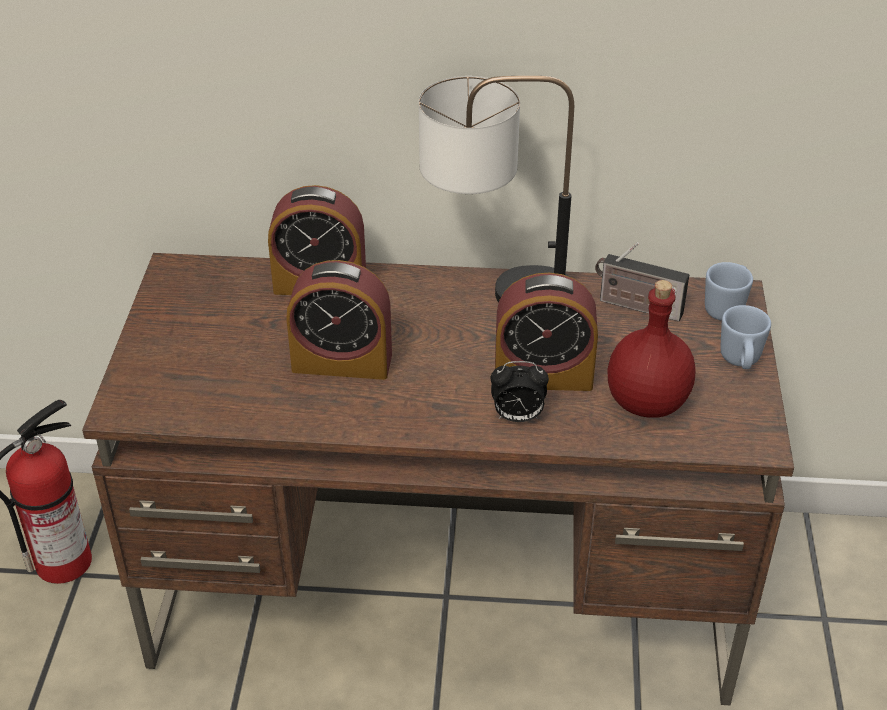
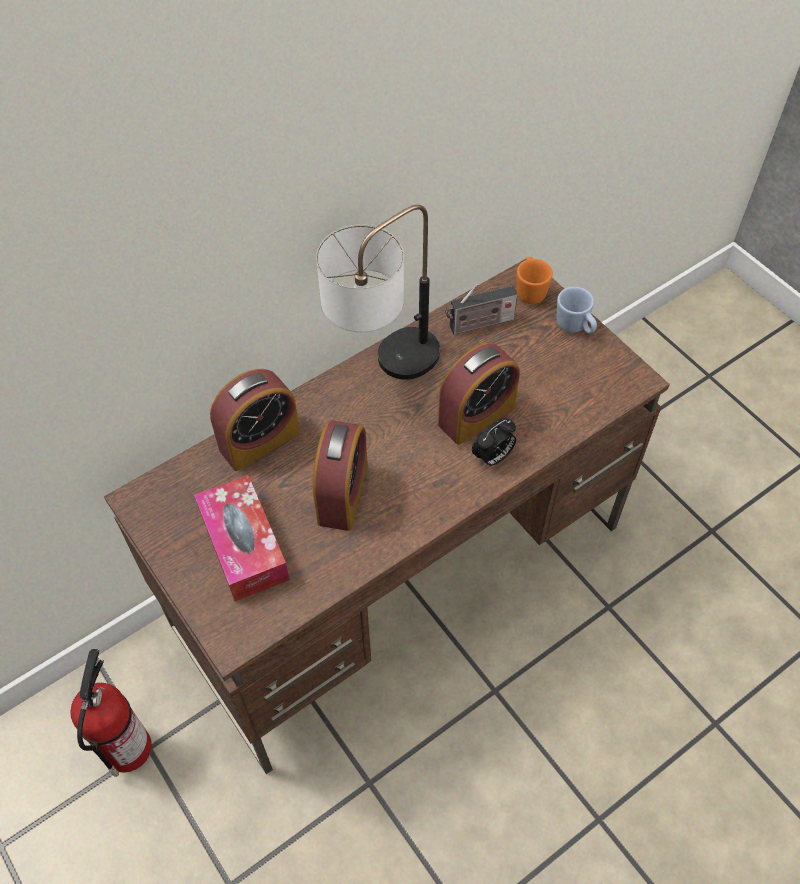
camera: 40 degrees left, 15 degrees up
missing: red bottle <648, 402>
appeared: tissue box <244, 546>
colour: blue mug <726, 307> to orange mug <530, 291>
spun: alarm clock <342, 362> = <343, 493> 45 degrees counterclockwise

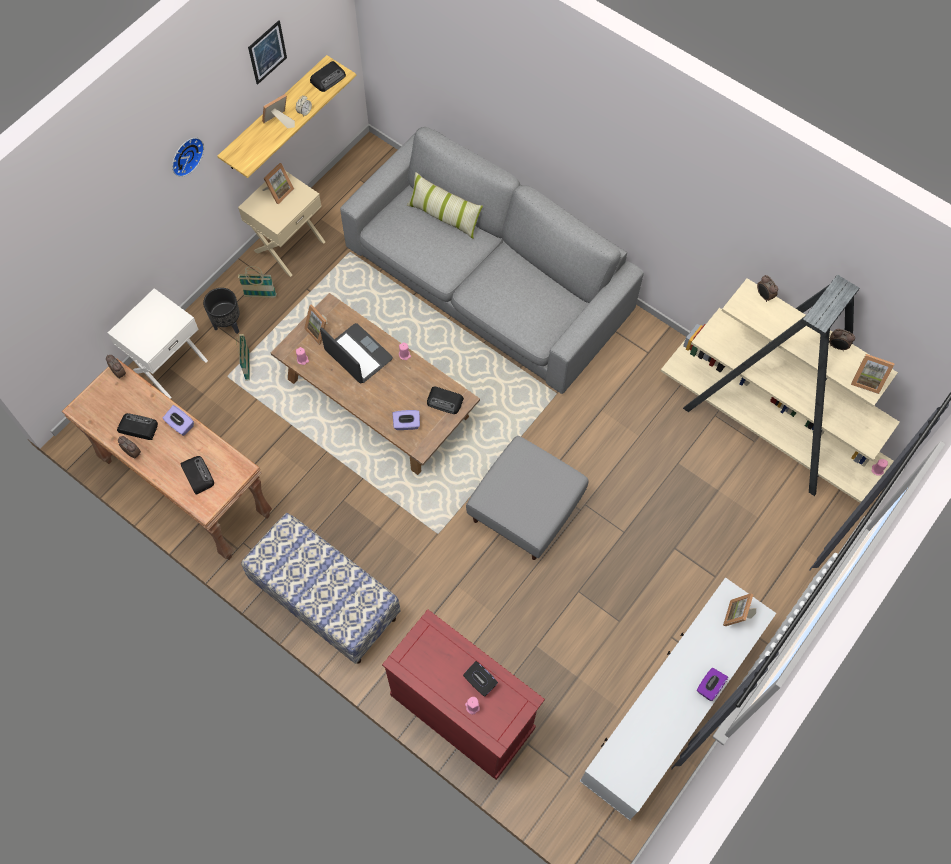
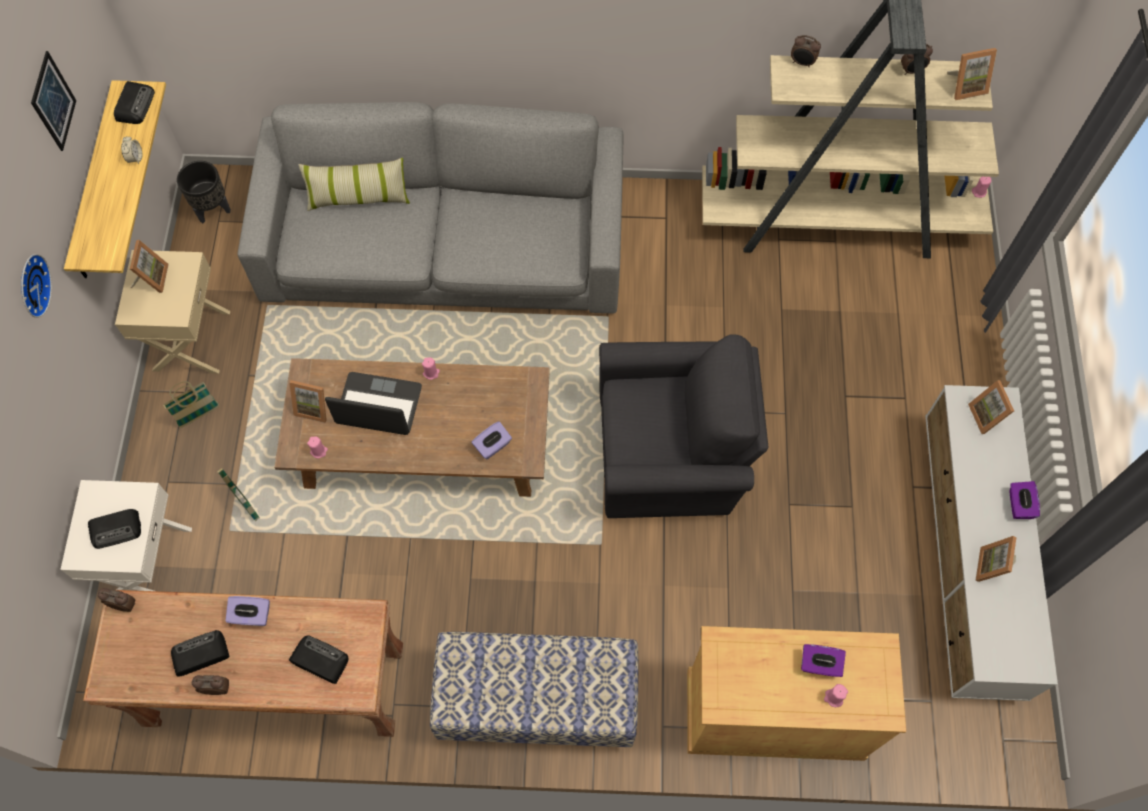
camera: 35 degrees left, 0 degrees up
relocated: black planter <228, 324> to <213, 210>; picture frame <279, 122> to <992, 567>; radio <445, 401> to <117, 529>
exchanged: grey ottoman <525, 510> to grey armchair <671, 457>
colour: red cabinet <462, 711> to beige cabinet <774, 713>; black tissue box <480, 682> to purple tissue box <819, 664>

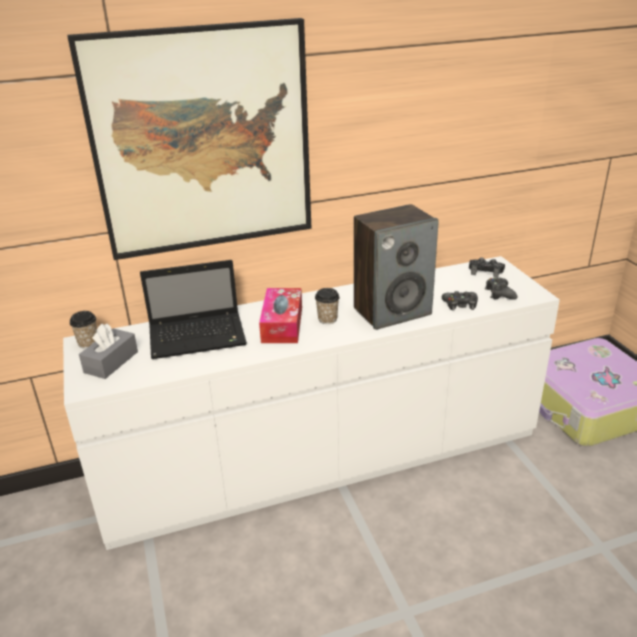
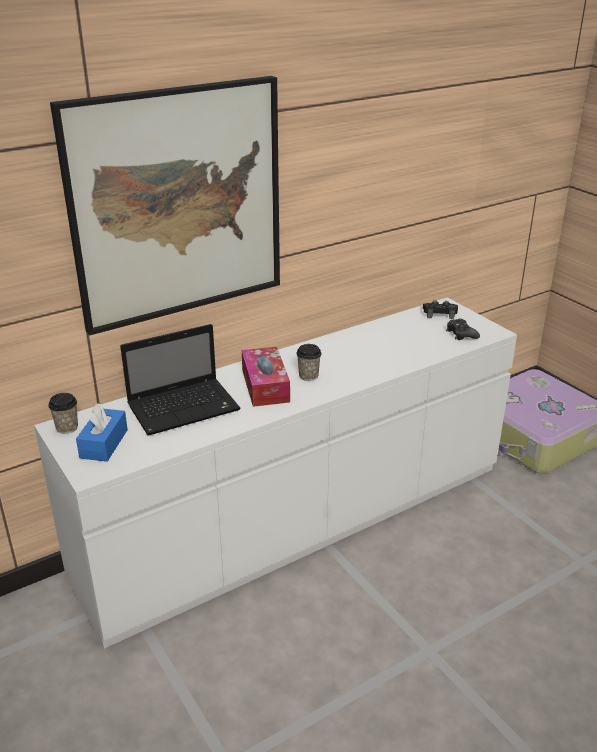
camera: 15 degrees left, 0 degrees up
missing: speaker <392, 311>; black game controller <460, 305>
colour: grey tissue box <111, 362> to blue tissue box <104, 444>

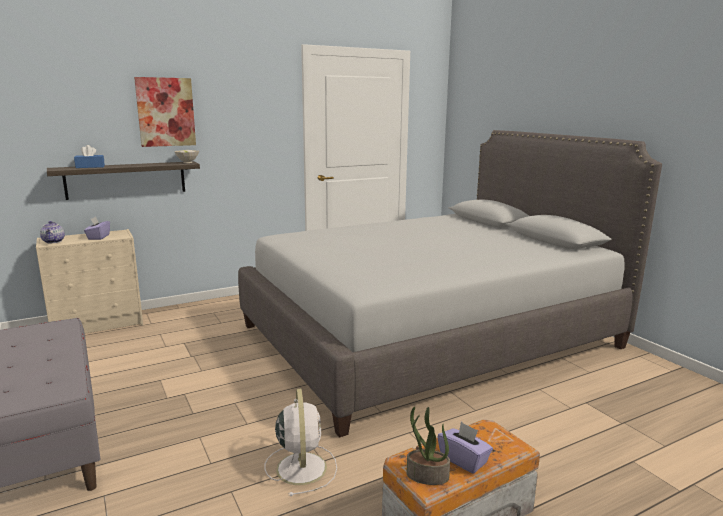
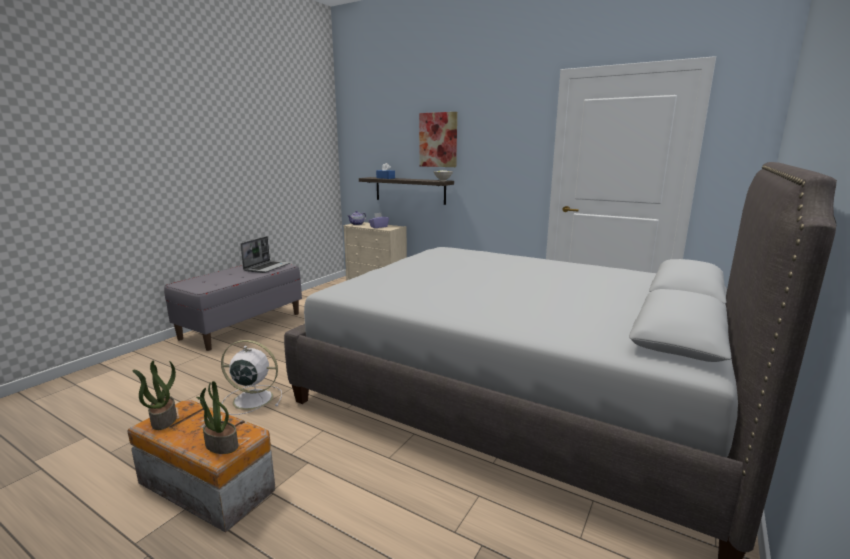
camera: 60 degrees right, 0 degrees up
missing: purple tissue box <464, 460>
appeared: potted plant <220, 445>; laptop <267, 267>
spun: white fan <301, 467> = <251, 399> 135 degrees counterclockwise

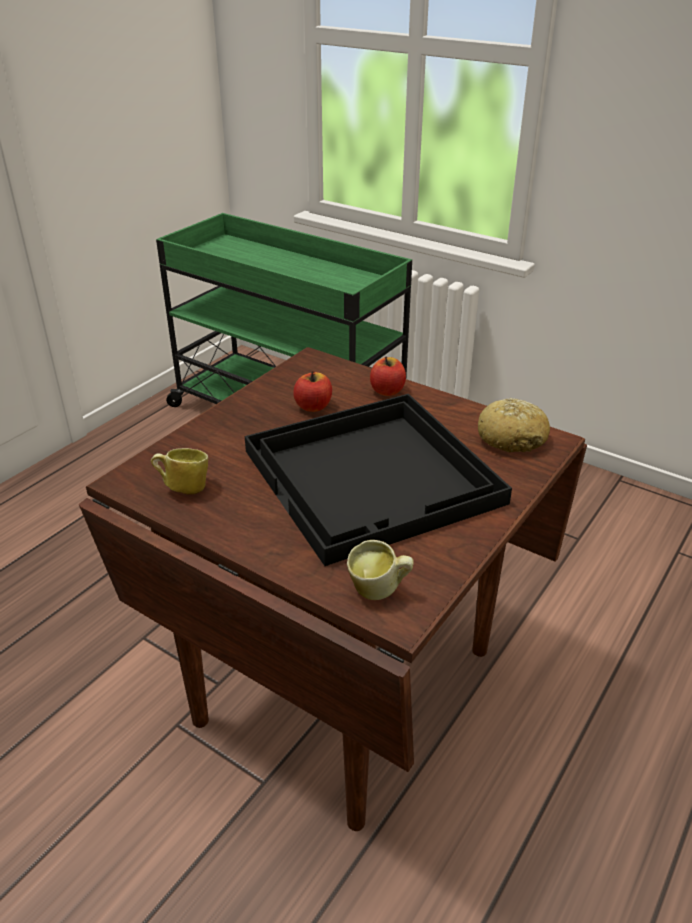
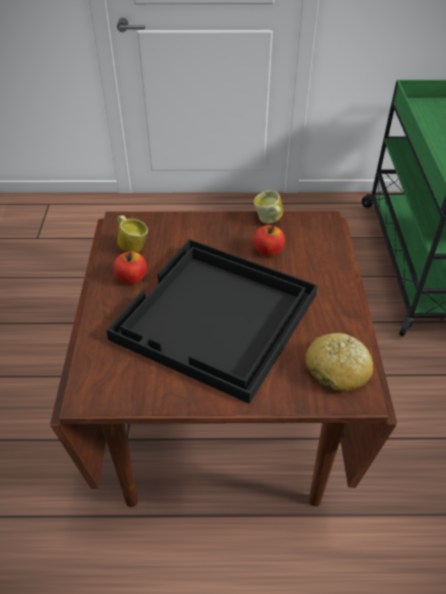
camera: 55 degrees right, 10 degrees up
relocated: mug <379, 592> to <268, 221>; apple <387, 391> to <131, 278>

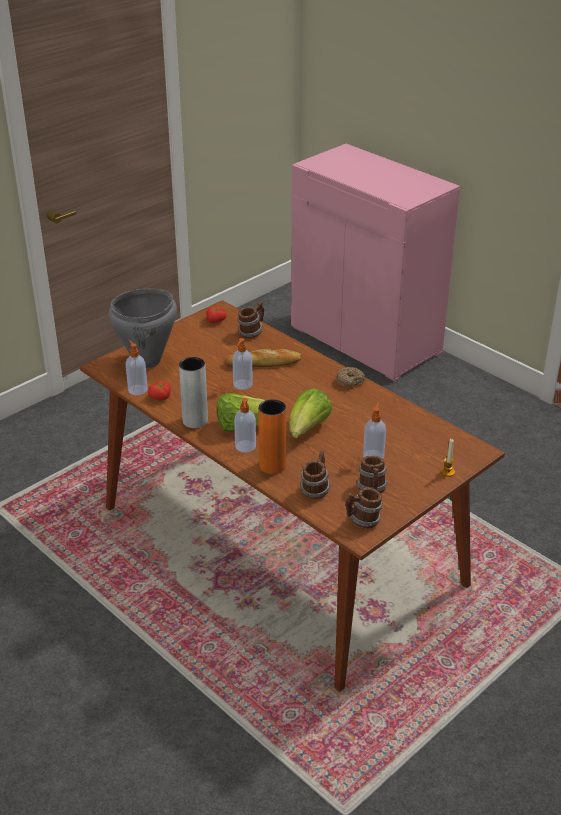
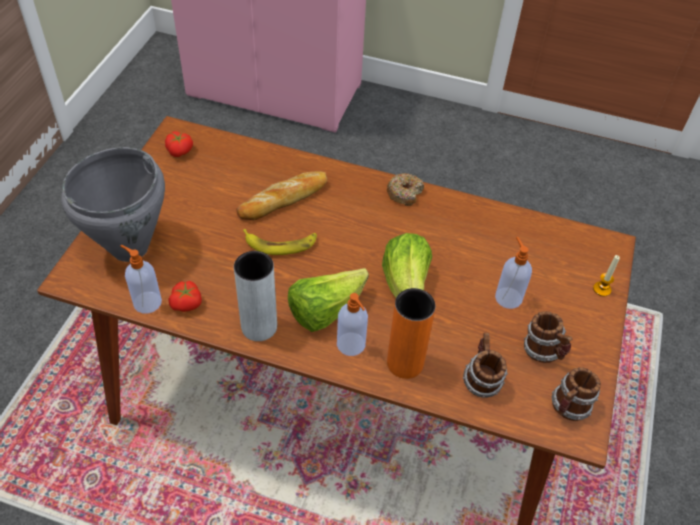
camera: 30 degrees left, 15 degrees up
missing: mug <251, 332>
exchanged: soap dispenser <242, 385> to banana <281, 243>

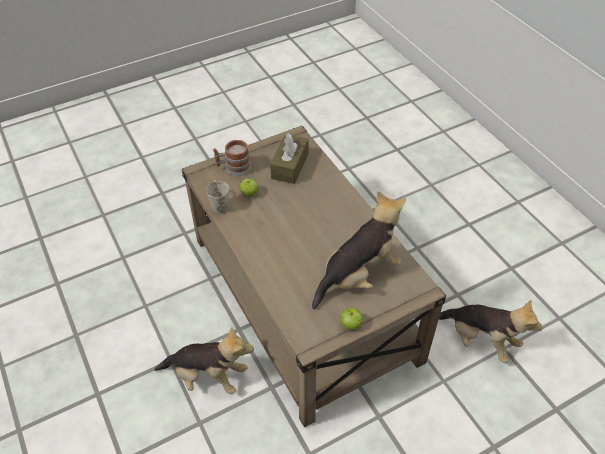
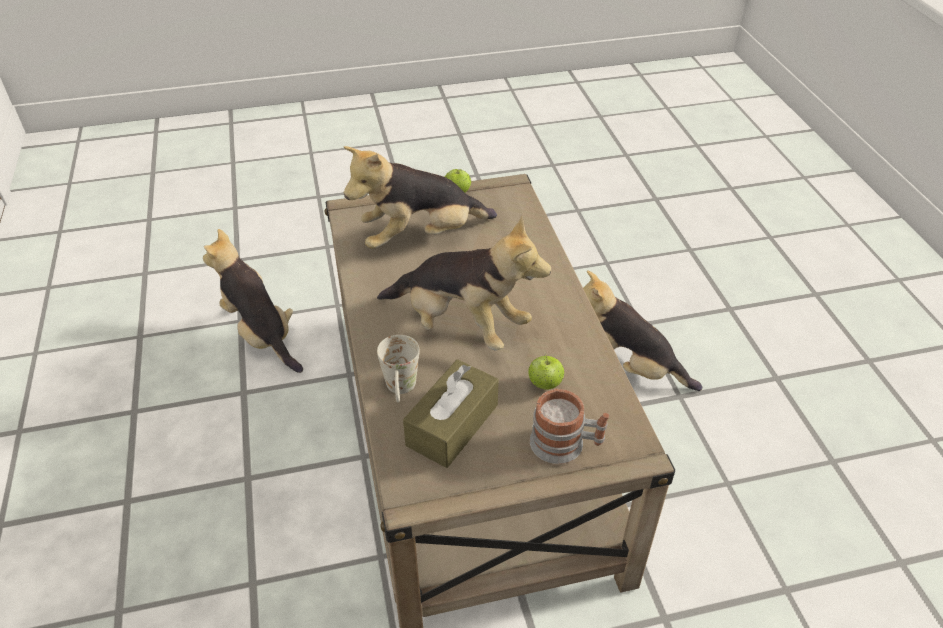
camera: 165 degrees left, 5 degrees down
appeared: plush toy <461, 325>
relocated: white mug <219, 203> to <401, 391>

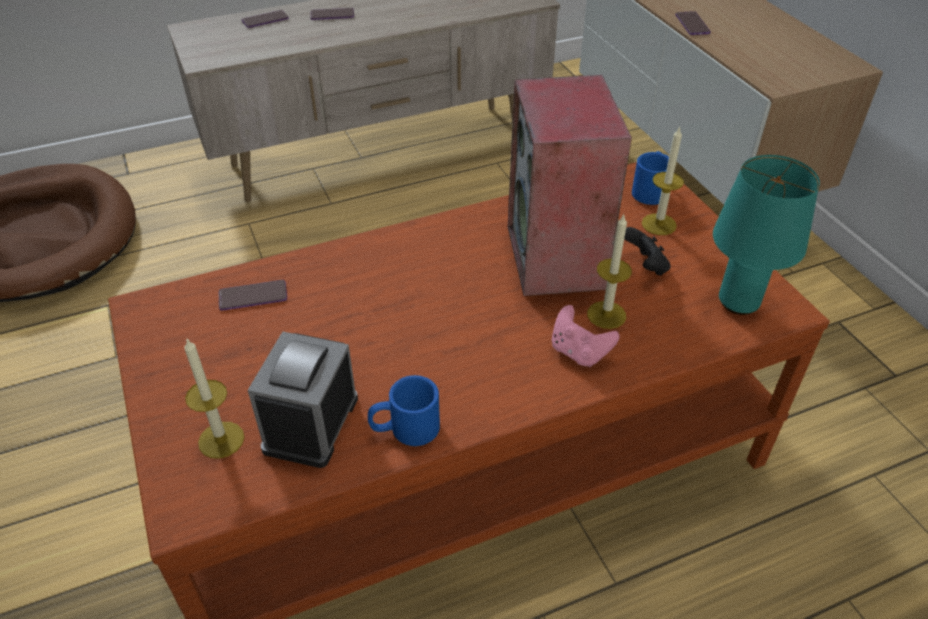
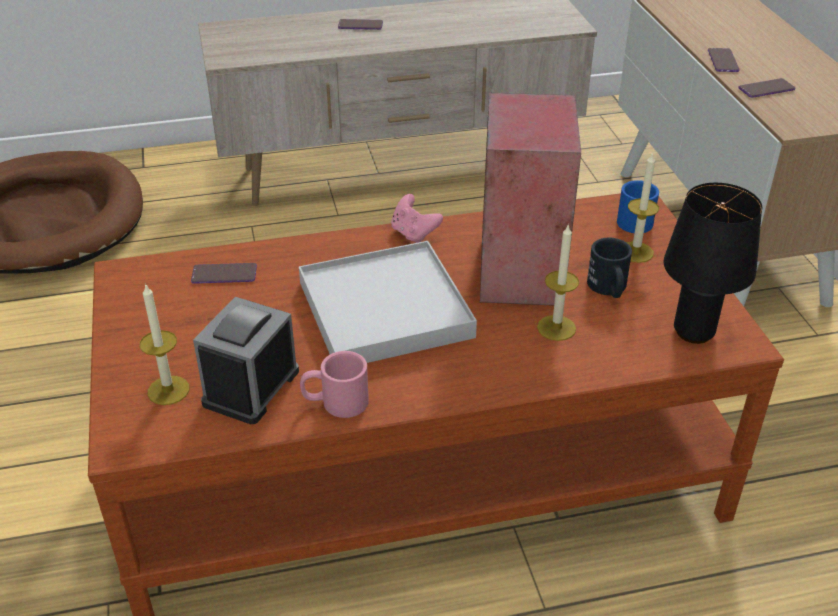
camera: 10 degrees right, 5 degrees down
appeared: white tray <385, 309>
relocated: phone <265, 20> to <766, 89>; pink game controller <579, 352> to <414, 234>
exchanged: black game controller <645, 266> to black mug <609, 289>
colour: blue mug <404, 429> to pink mug <335, 402>; turquoise table lamp <737, 302> to black table lamp <692, 331>

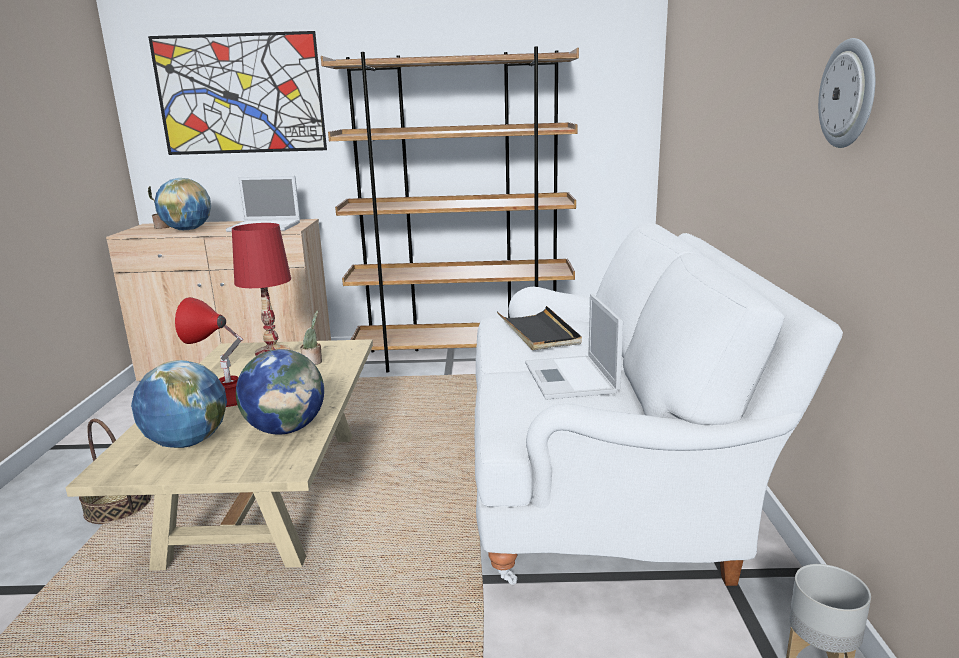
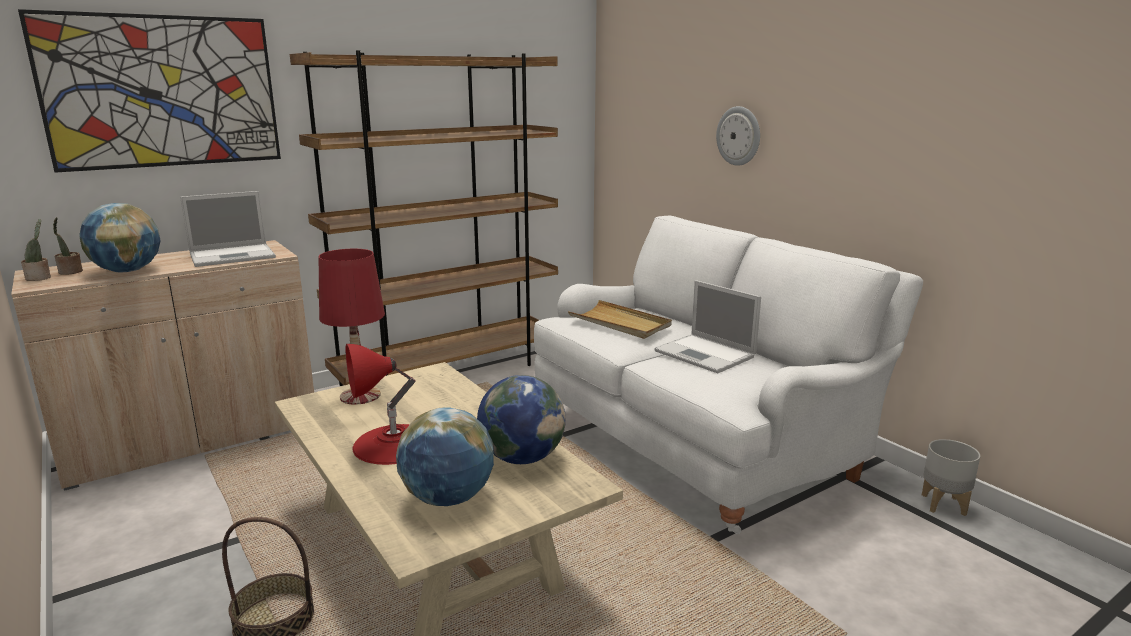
camera: 35 degrees left, 0 degrees up
relocated: potted plant <313, 362> to <40, 278>; wall clock <849, 94> to <739, 136>
colour: black tray <538, 332> to beige tray <620, 323>

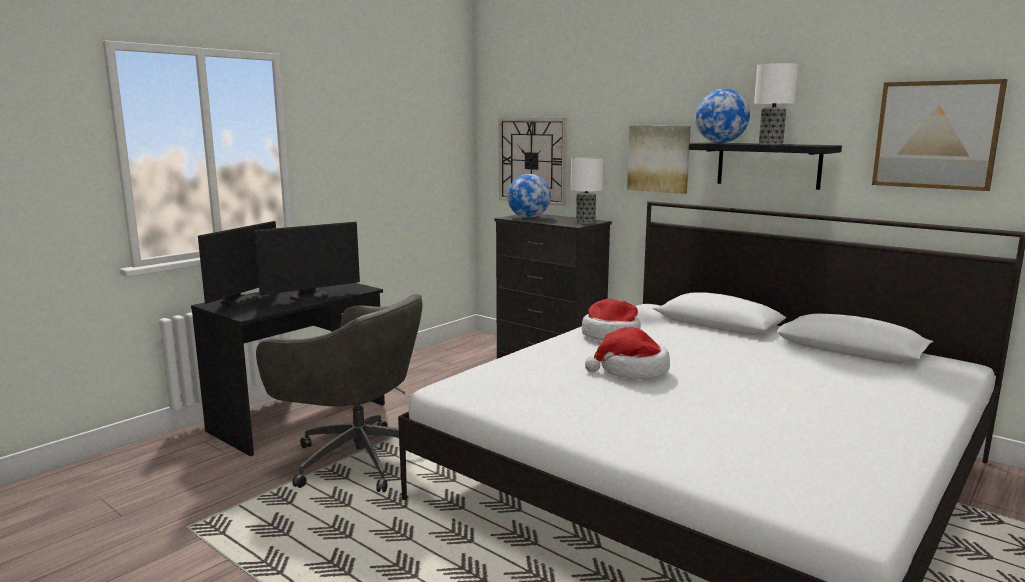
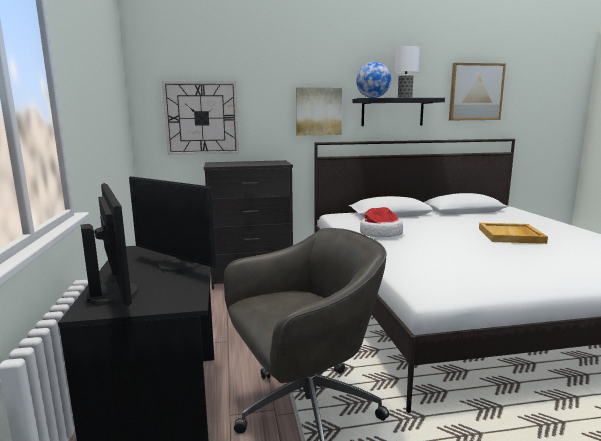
camera: 50 degrees left, 0 degrees up
missing: globe <529, 218>; table lamp <585, 222>; hat <631, 370>
appeared: beige tray <511, 236>
spun: monitor <310, 297> = <177, 265> 120 degrees clockwise

